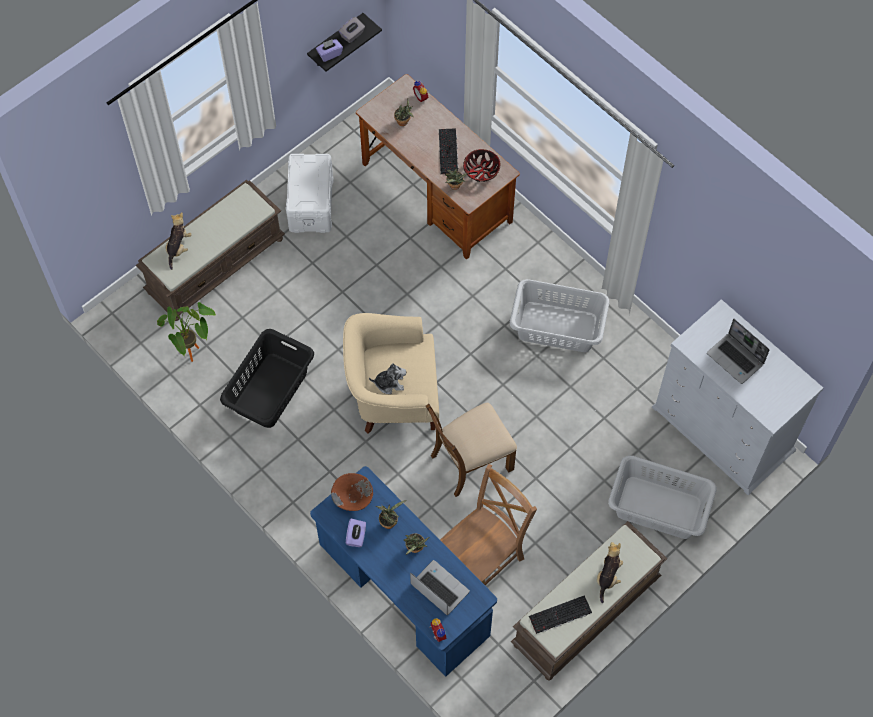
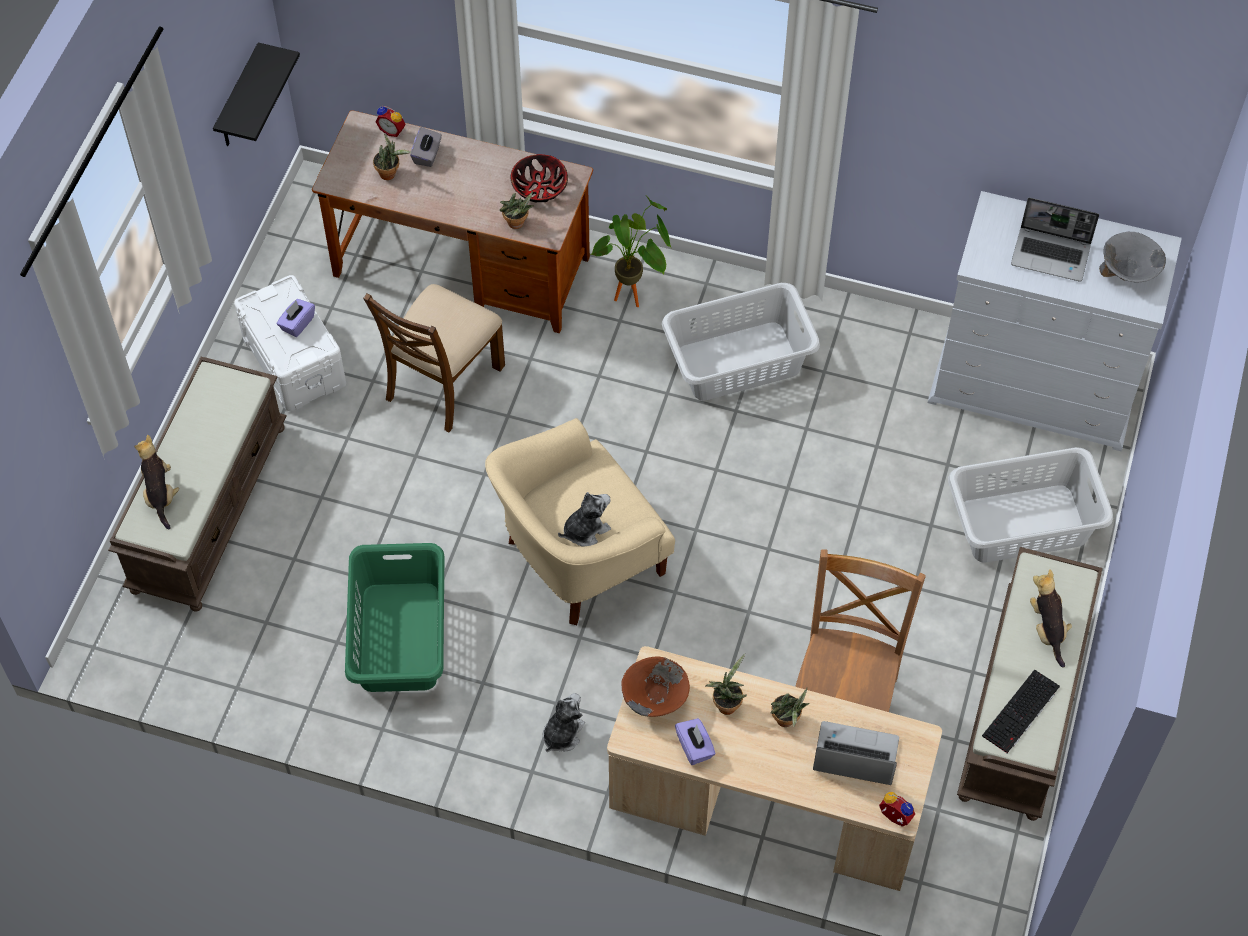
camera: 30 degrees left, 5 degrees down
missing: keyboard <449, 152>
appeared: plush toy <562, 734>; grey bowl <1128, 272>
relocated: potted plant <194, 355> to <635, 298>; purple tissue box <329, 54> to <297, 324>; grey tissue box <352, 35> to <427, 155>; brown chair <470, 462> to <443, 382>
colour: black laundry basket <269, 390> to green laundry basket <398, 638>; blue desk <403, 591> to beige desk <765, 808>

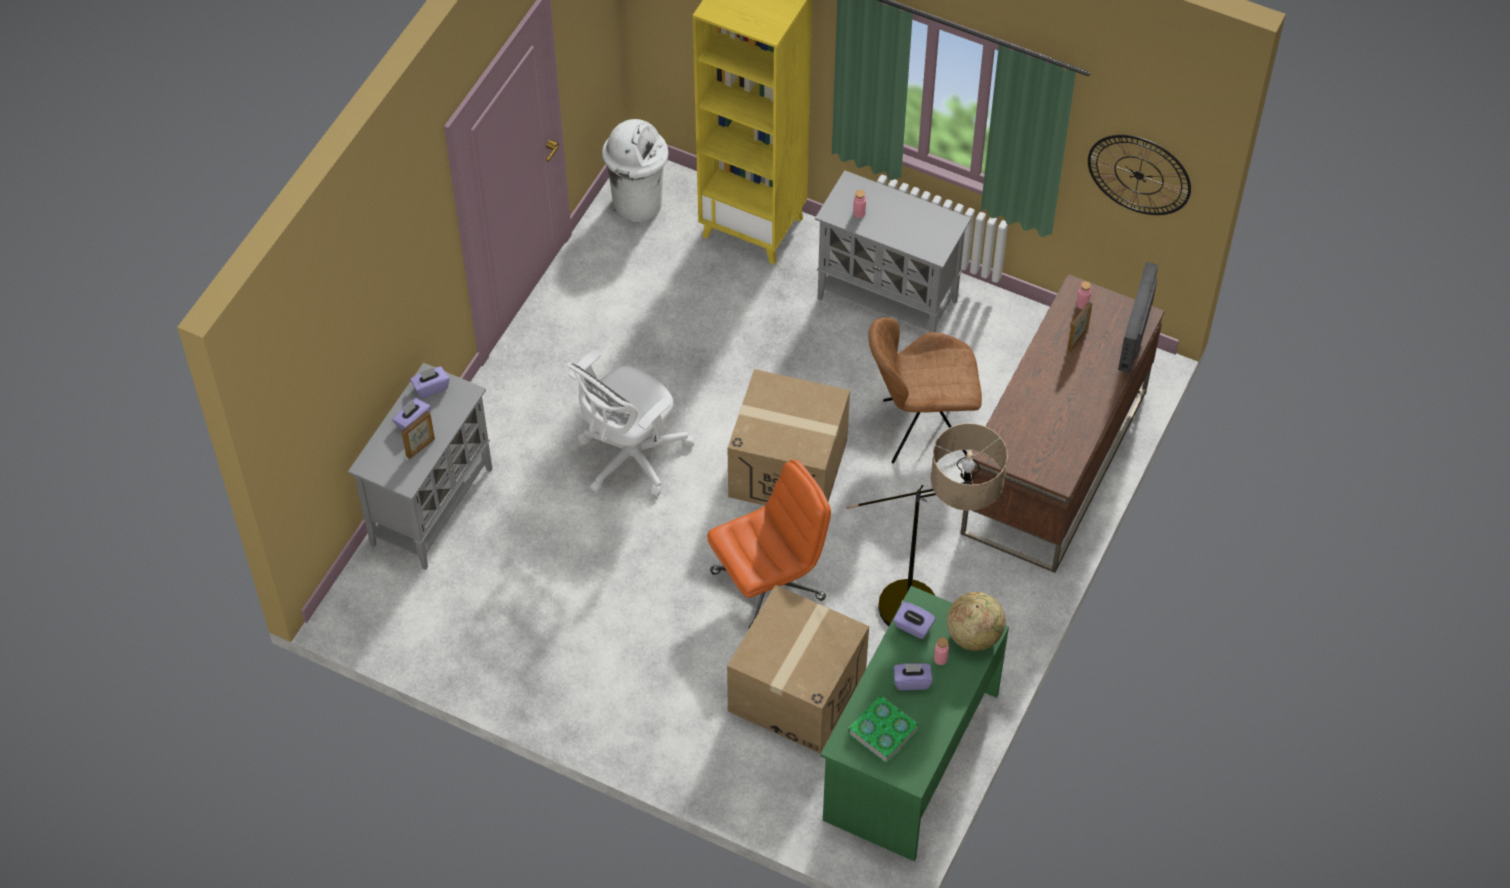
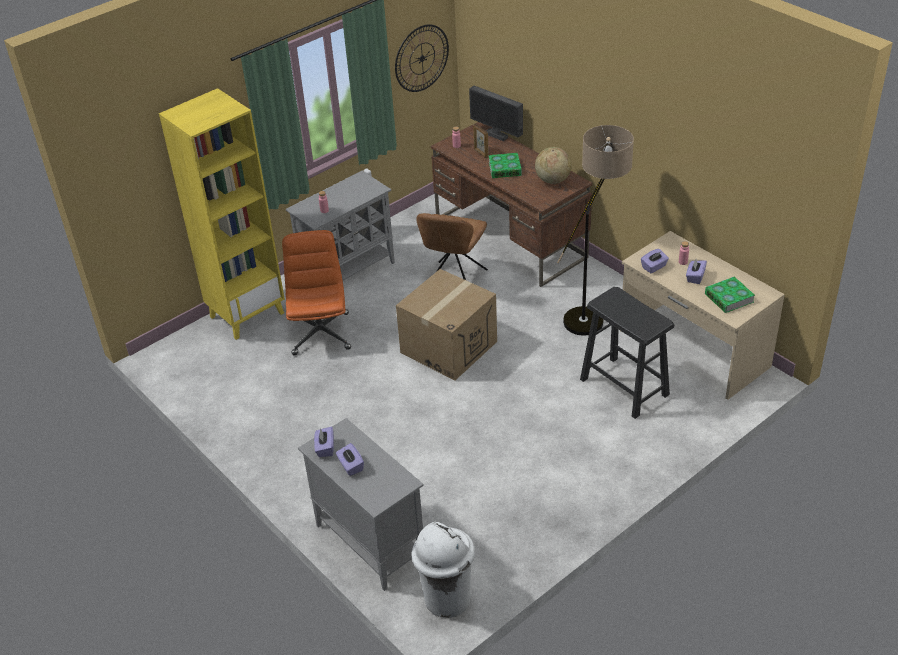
camera: 65 degrees left, 15 degrees down
missing: picture frame <421, 448>; white office chair <629, 458>
appeared: book <505, 169>
relocated: white trash can <638, 203> to <446, 598>; orange office chair <769, 584> to <320, 333>; globe <974, 635> to <552, 180>
exchanged: cardboard box <797, 691> to black stool <624, 386>
colour: green desk <909, 755> to beige desk <693, 349>

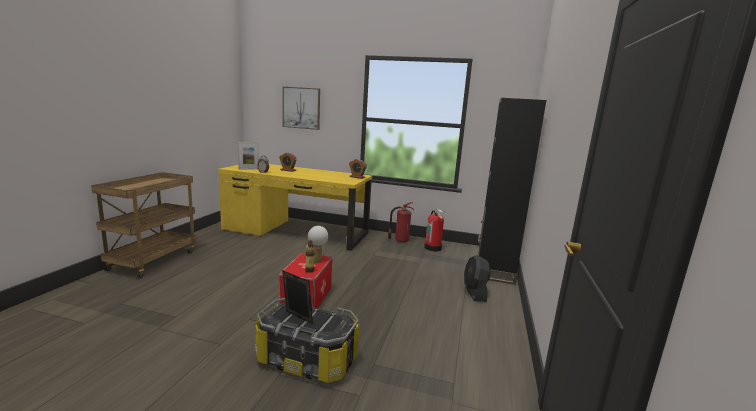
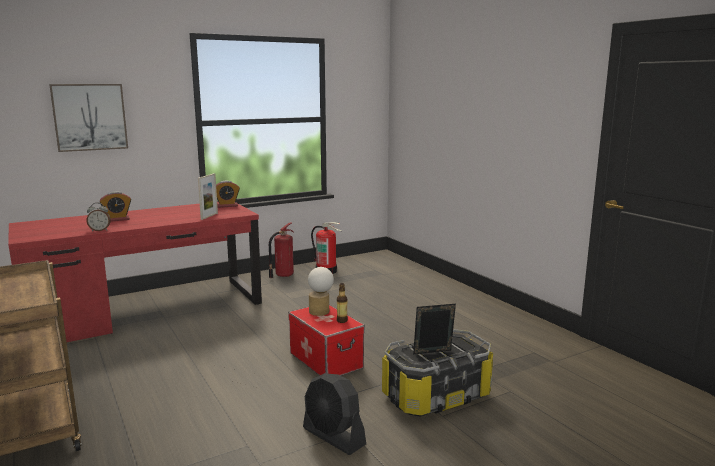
camera: 45 degrees left, 0 degrees up
missing: black bookcase <494, 270>
relocated: picture frame <248, 169> to <209, 216>; black fan <474, 292> to <333, 437>
colour: yellow desk <296, 231> to red desk <146, 311>

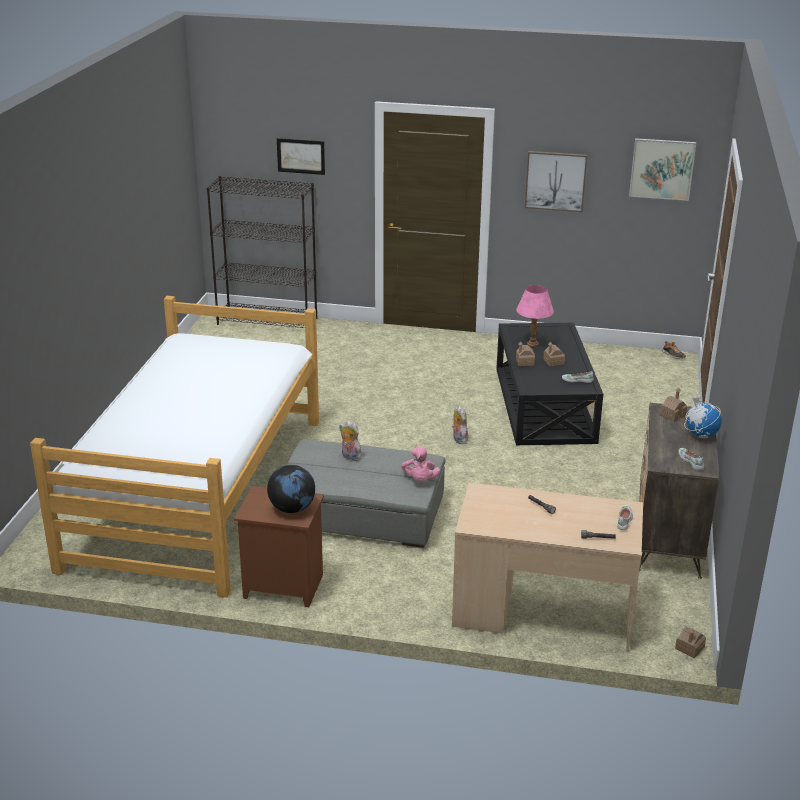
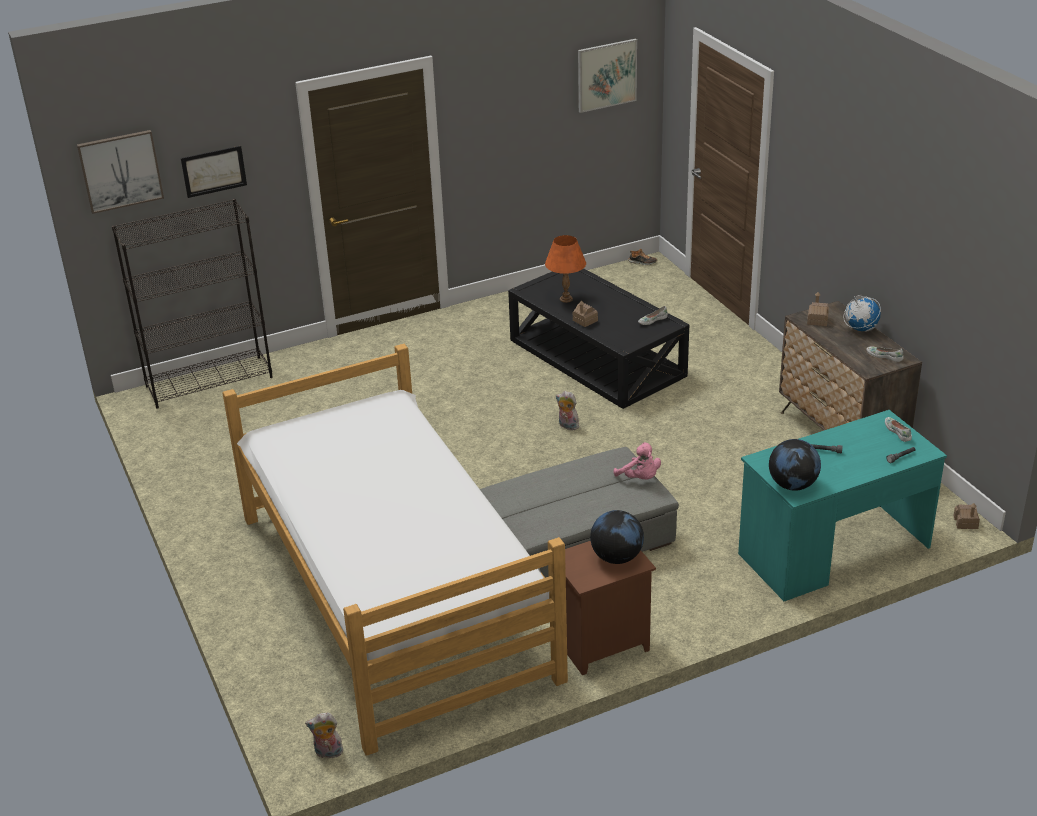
camera: 35 degrees left, 5 degrees up
missing: toy house <553, 362>
appeared: globe <793, 485>
relocated: plush toy <349, 457> to <328, 753>; picture <555, 181> to <120, 171>
colour: beige desk <542, 613> to turquoise desk <833, 551>; pink table lamp <533, 344> to orange table lamp <566, 299>

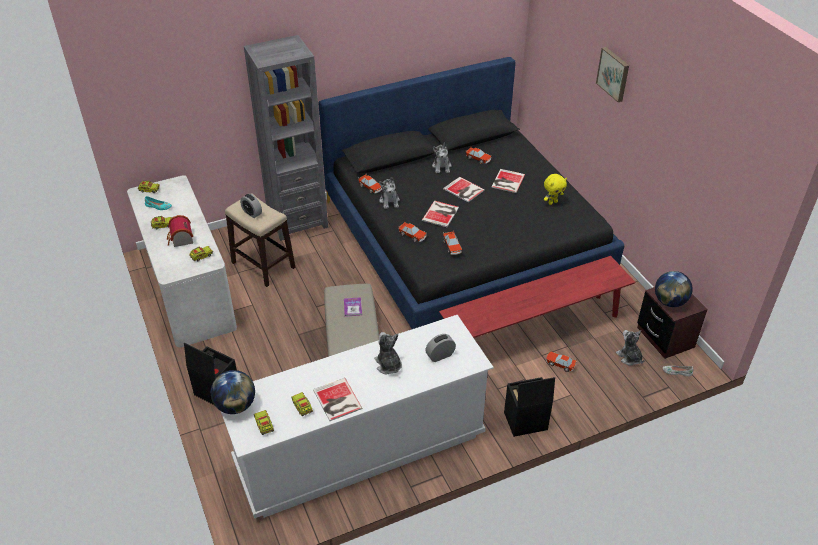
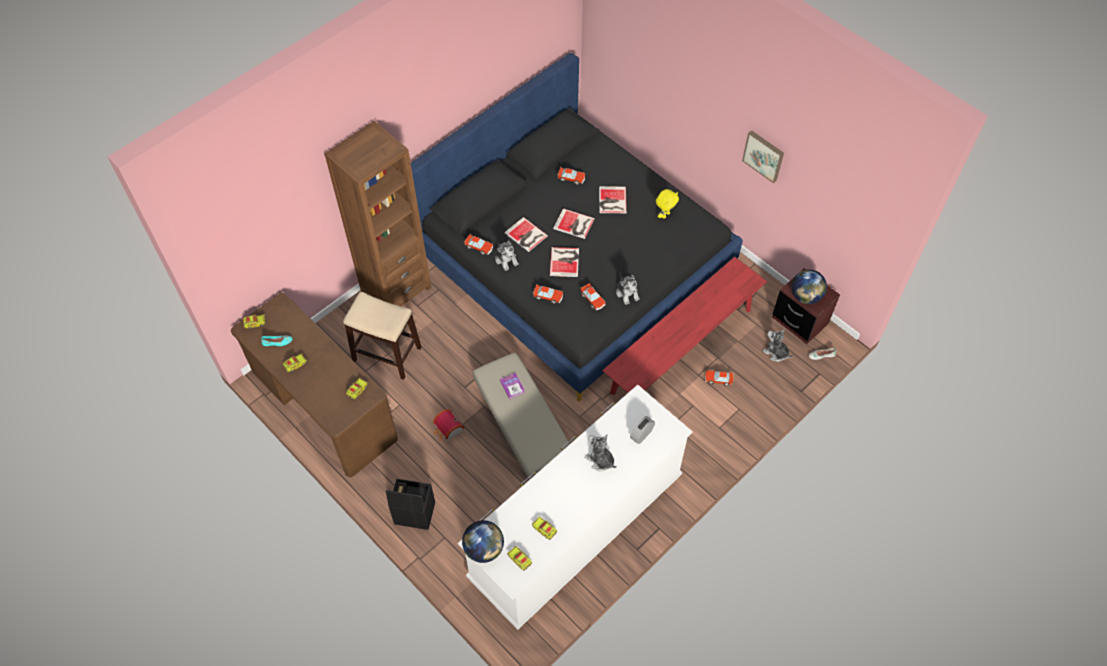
camera: 20 degrees left, 15 degrees up
missing: alarm clock <252, 213>; black storage box <525, 422>
relocated: toy house <181, 240> to <448, 431>; book <337, 400> to <526, 235>; plush toy <442, 166> to <627, 293>; picture <614, 74> to <764, 155>
colour: white desk <188, 288> to brown desk <323, 406>; grey bookcase <297, 221> to brown bookcase <396, 289>

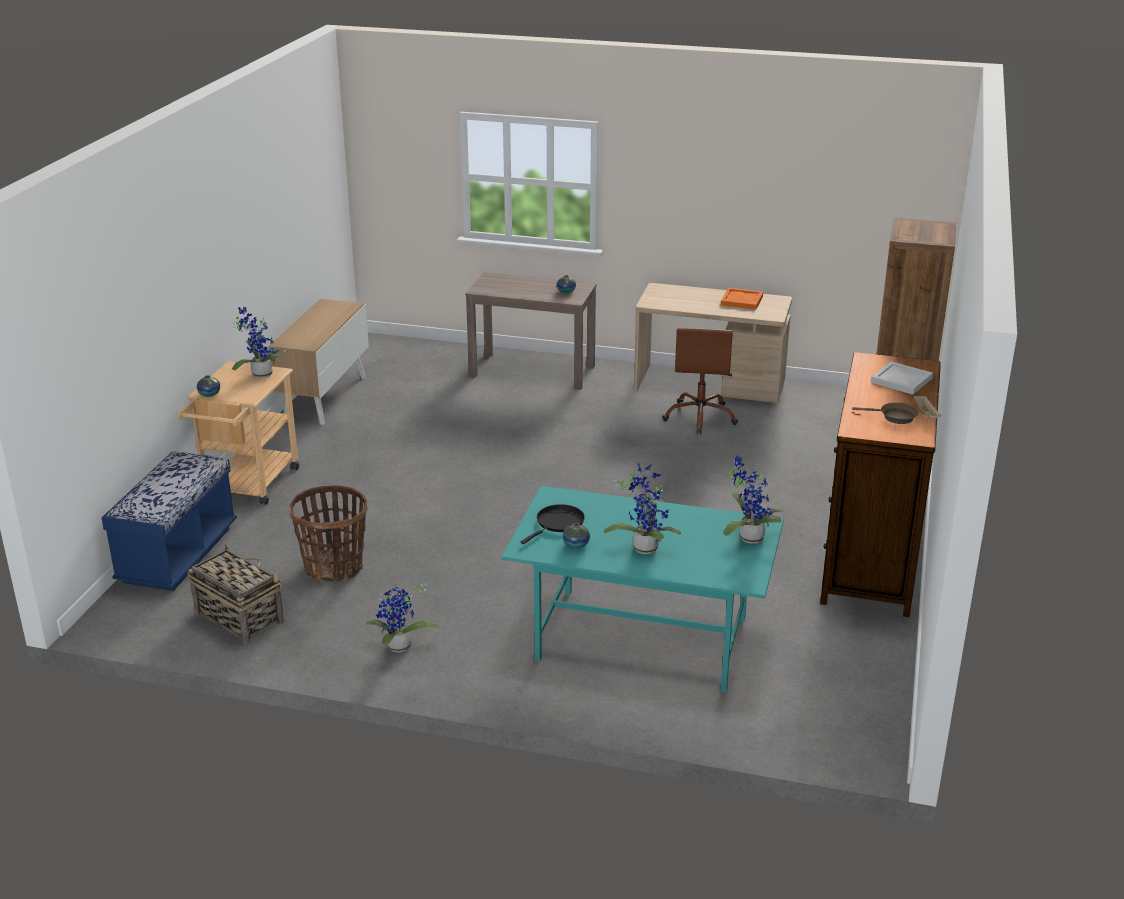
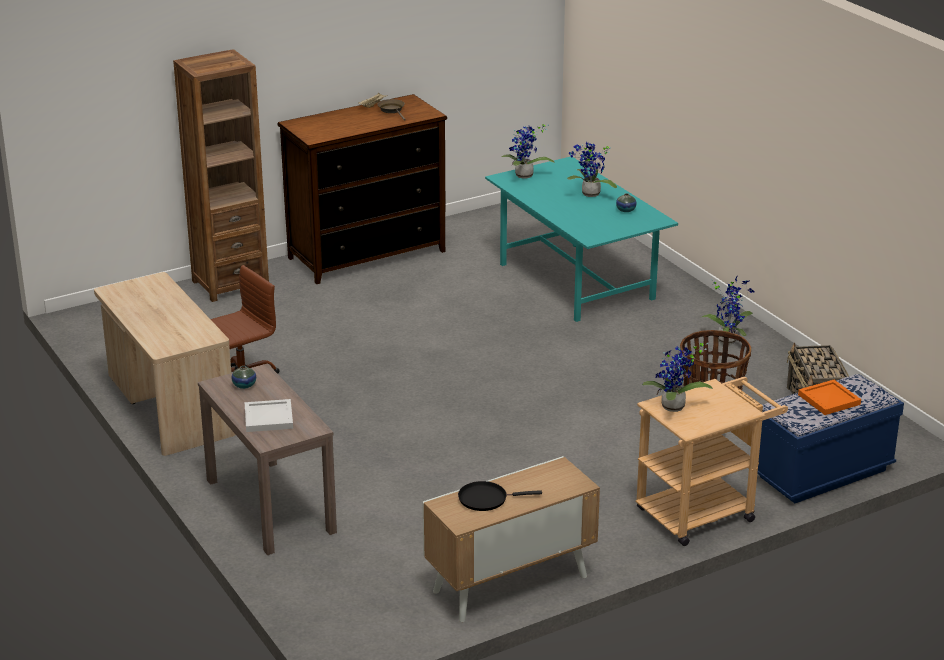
camera: 135 degrees left, 0 degrees up
missing: vase <209, 394>
relocated: black frying pan <558, 523> to <486, 499>; orange tray <742, 301> to <829, 399>; white tray <900, 380> to <269, 418>

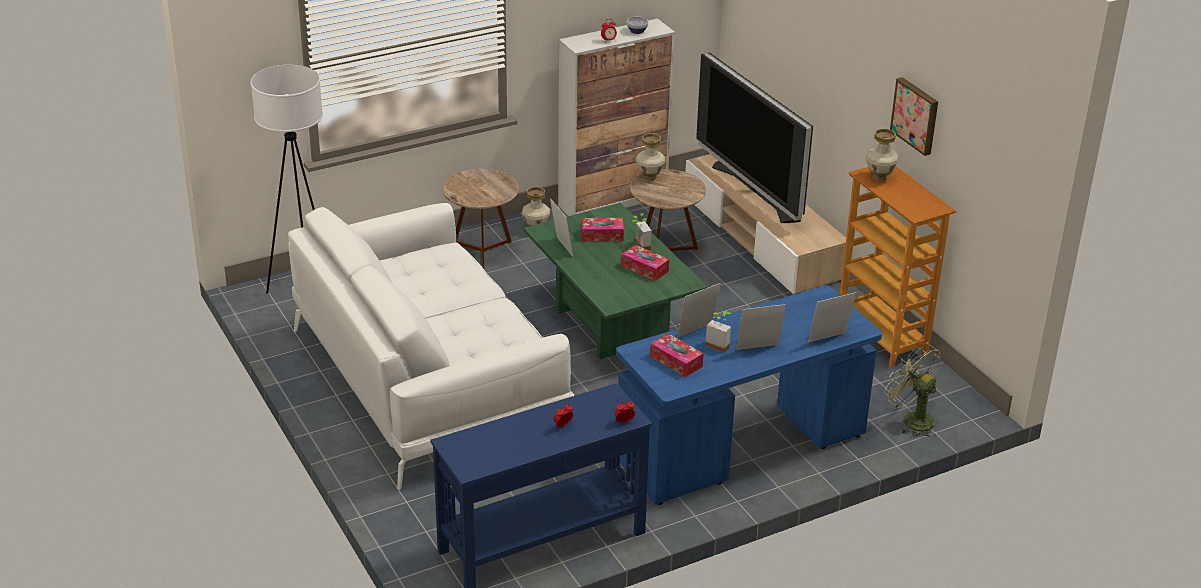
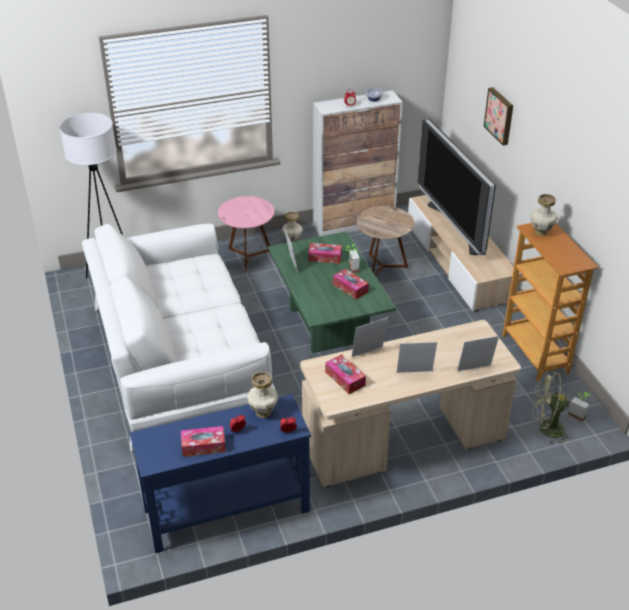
camera: 10 degrees right, 5 degrees up
appeared: tissue box <203, 446>
relocated: vase <649, 177> to <263, 413>; potted plant <719, 344> to <578, 414>; picture <916, 115> to <500, 115>
colour: brown side table <482, 251> to pink side table <248, 257>; blue desk <741, 449> to beige desk <403, 442>
spun: green fan <911, 419> = <546, 429> 45 degrees counterclockwise

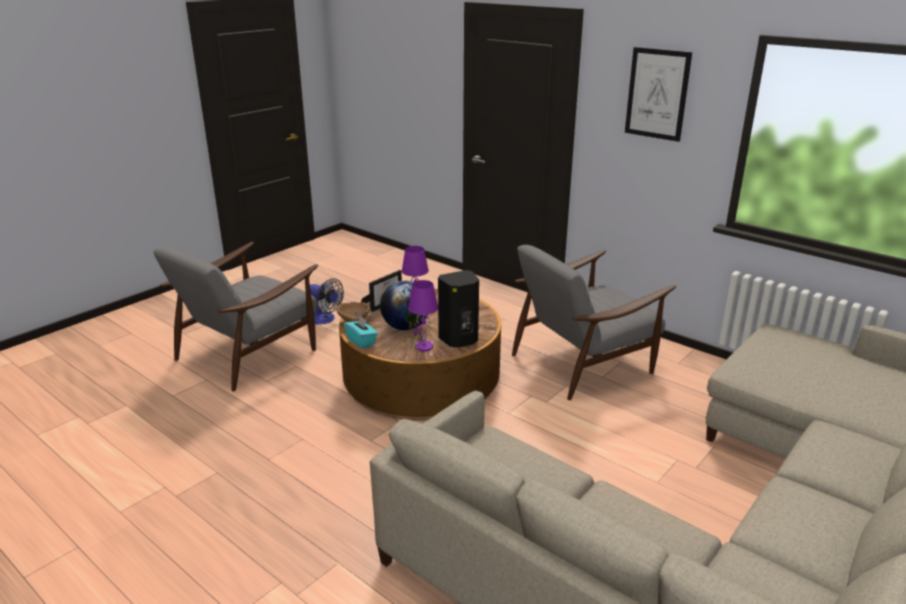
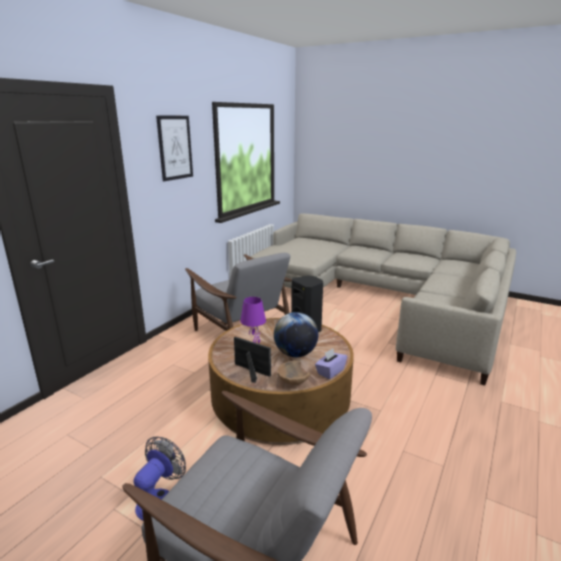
camera: 100 degrees left, 5 degrees down
missing: purple table lamp <423, 347>
colour: turquoise tissue box <361, 341> to purple tissue box <330, 371>

